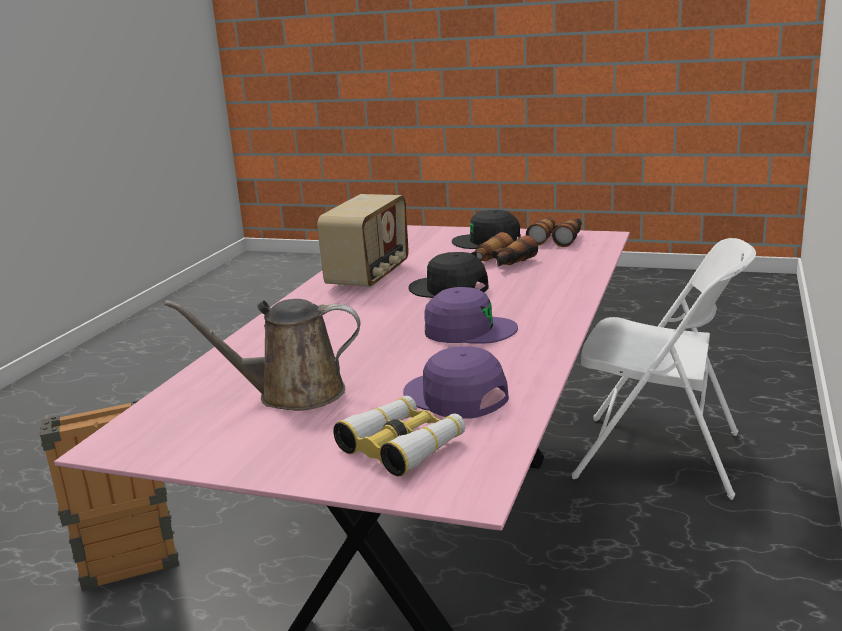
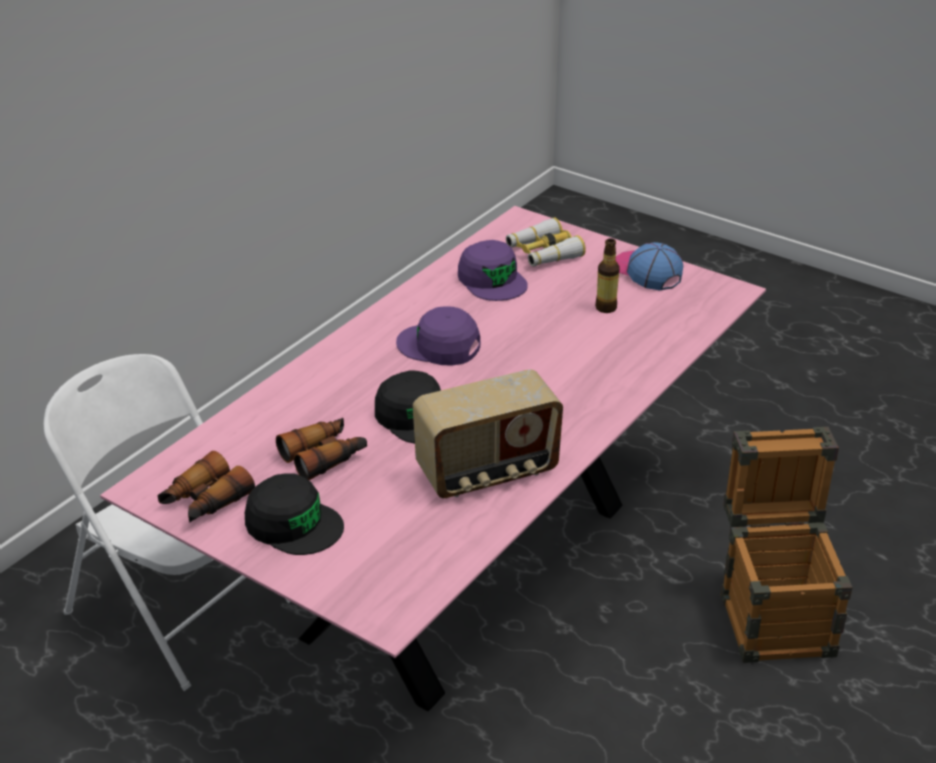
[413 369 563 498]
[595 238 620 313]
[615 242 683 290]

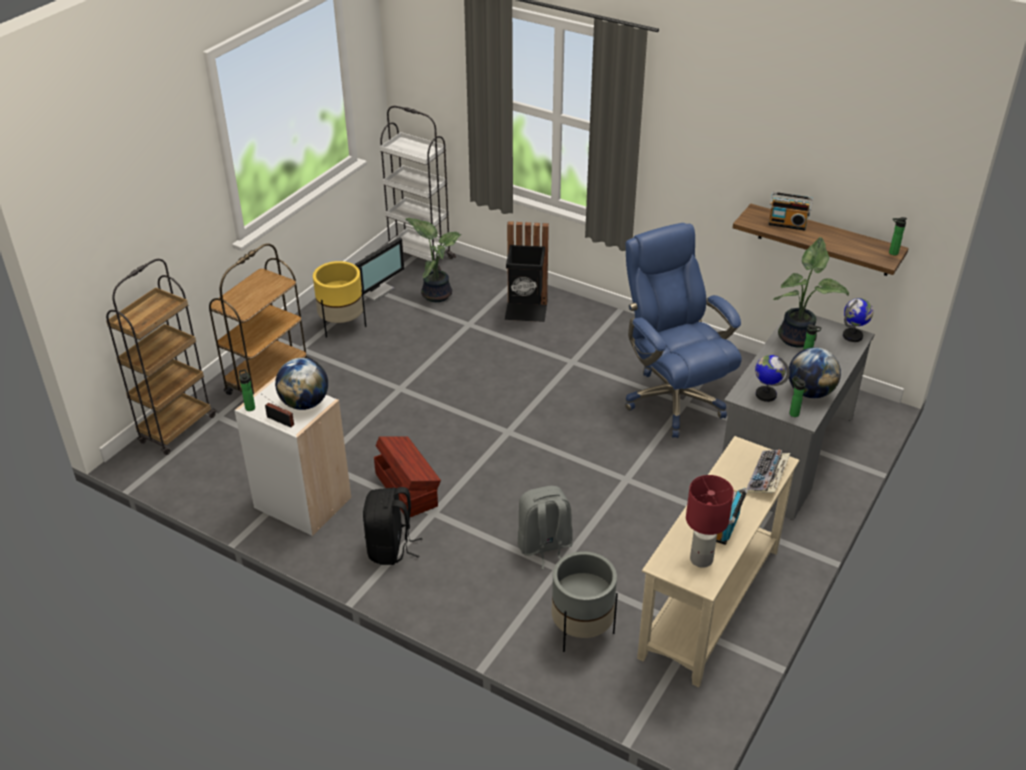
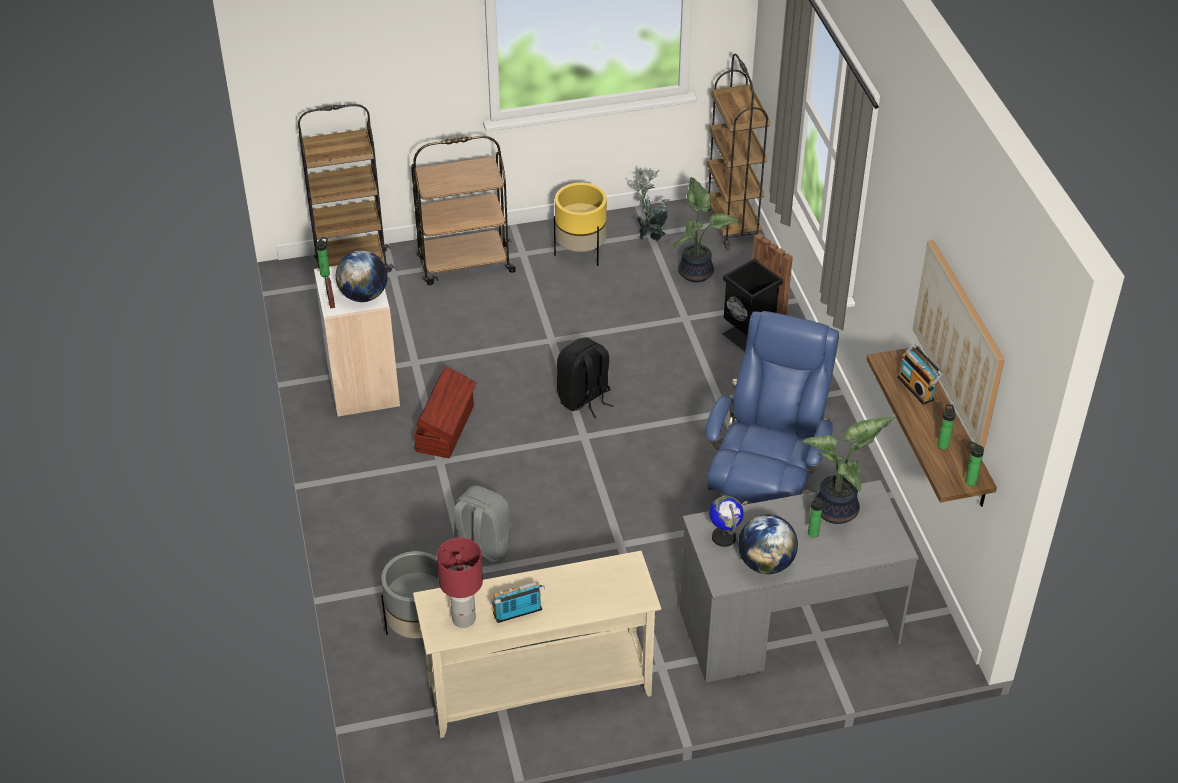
[557 338 614 418]
[630 168 670 241]
[707 54 770 250]
[913 240 1005 448]
[938 404 956 450]
[747 450 790 493] (first image)
[843 298 873 342] (first image)

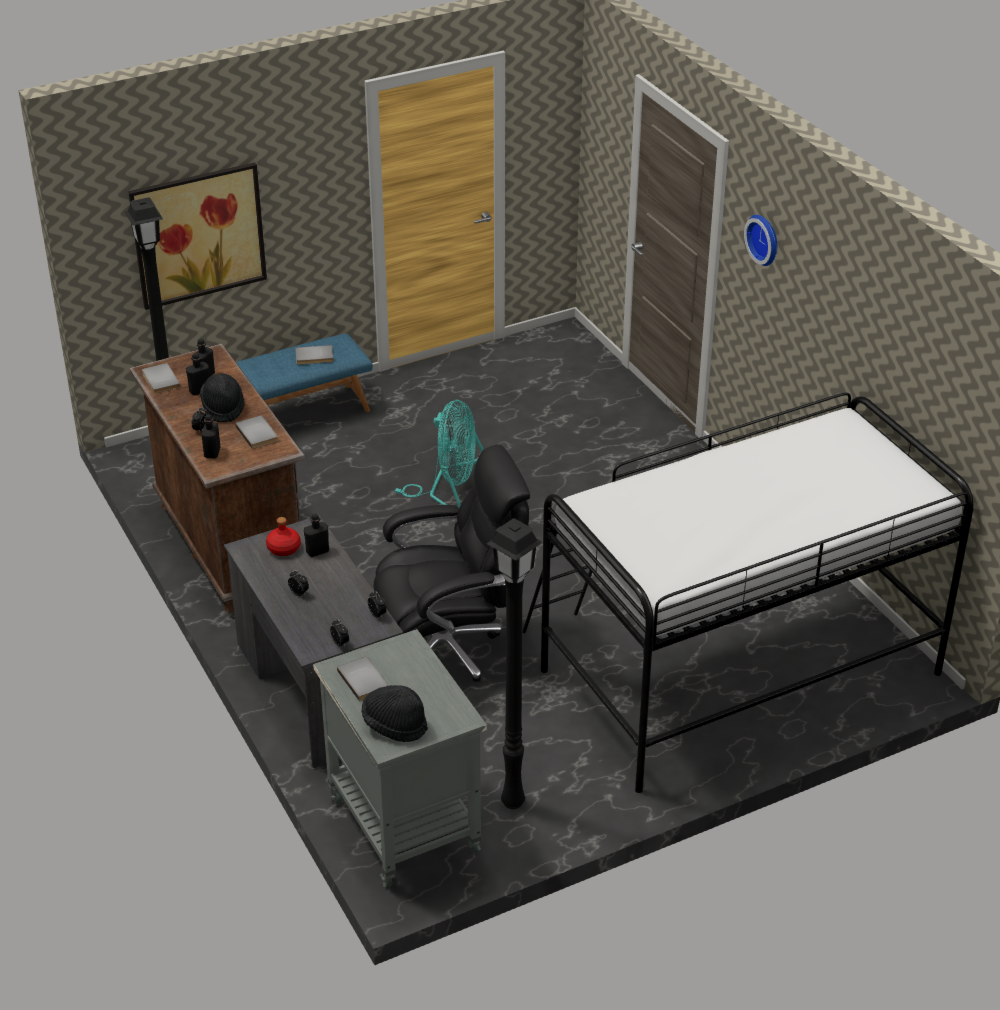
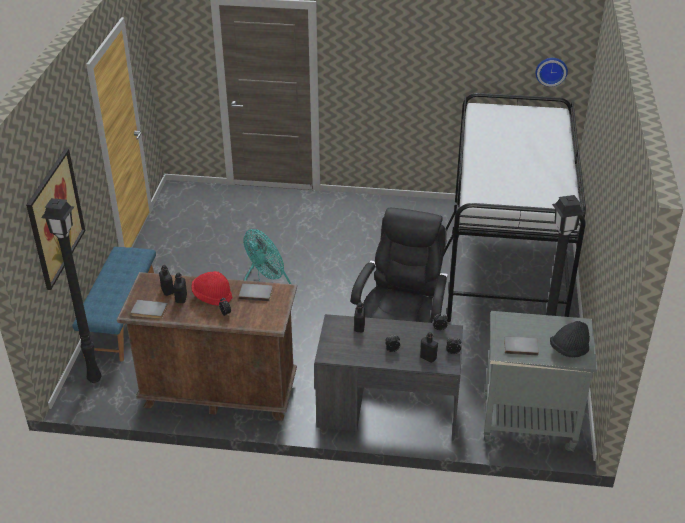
[191 271 232 306]
[420 332 438 363]
[536 58 568 87]
[266 517 301 556] (first image)
[295 345 334 364] (first image)

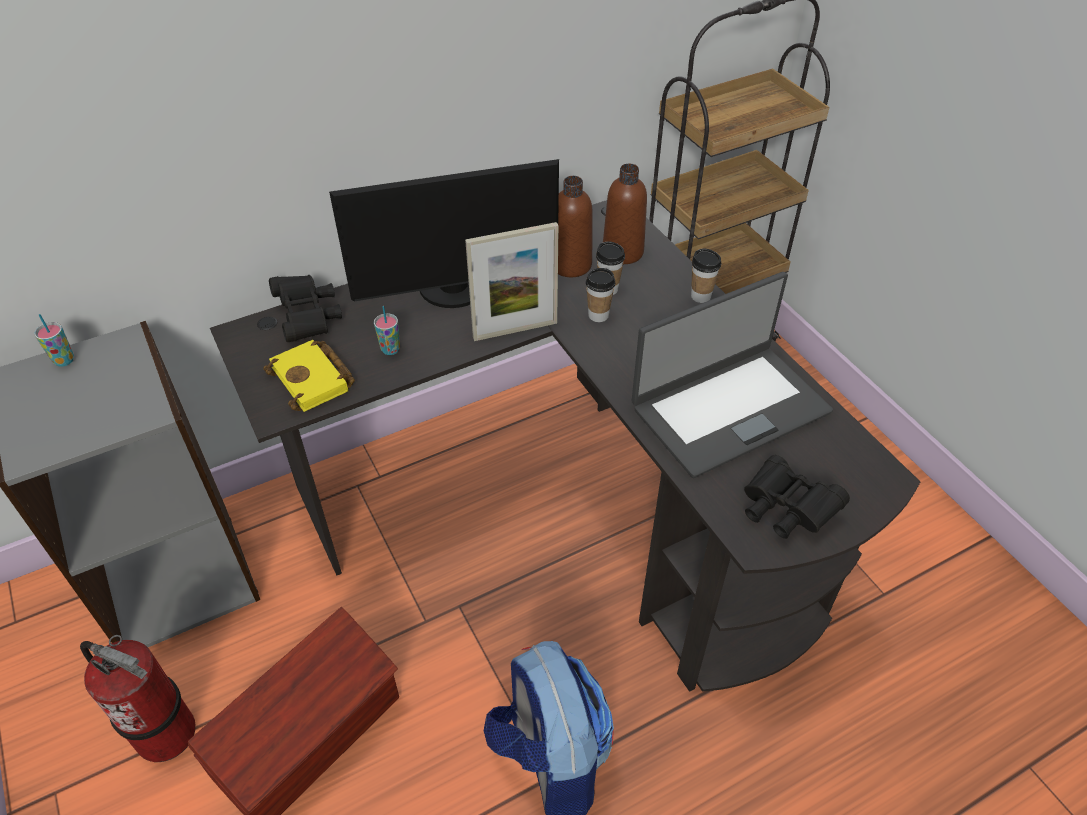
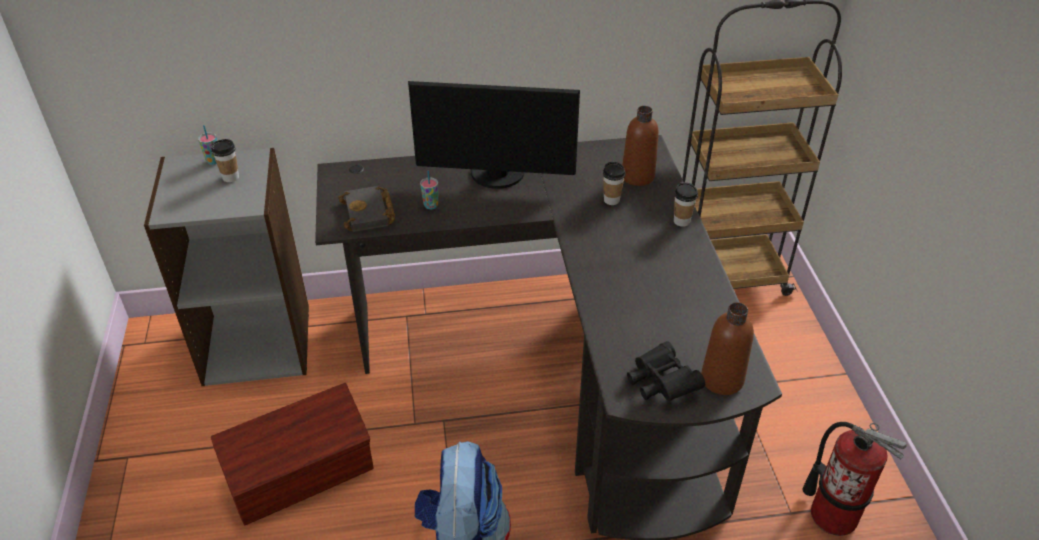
[211 139 239 182]
[338 186 395 232]
[701 302 754 395]
[802 422 907 536]
[269 275 342 342] (first image)
[465 222 559 341] (first image)
[632 272 833 478] (first image)

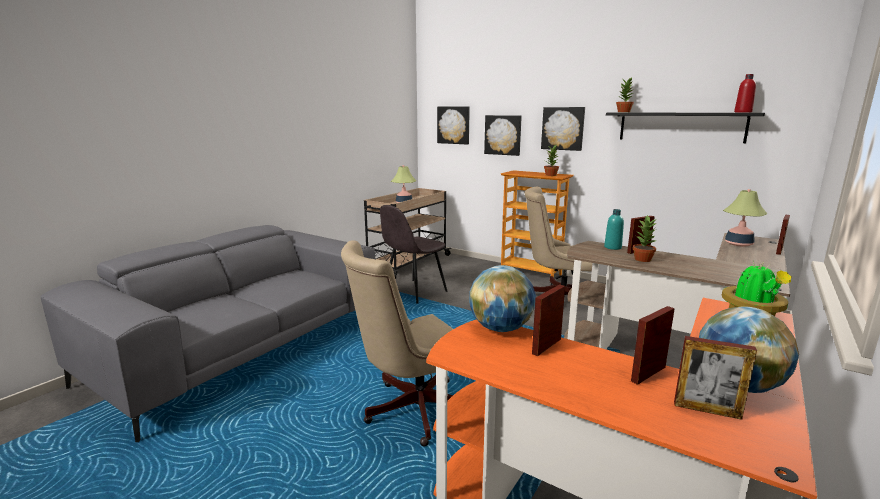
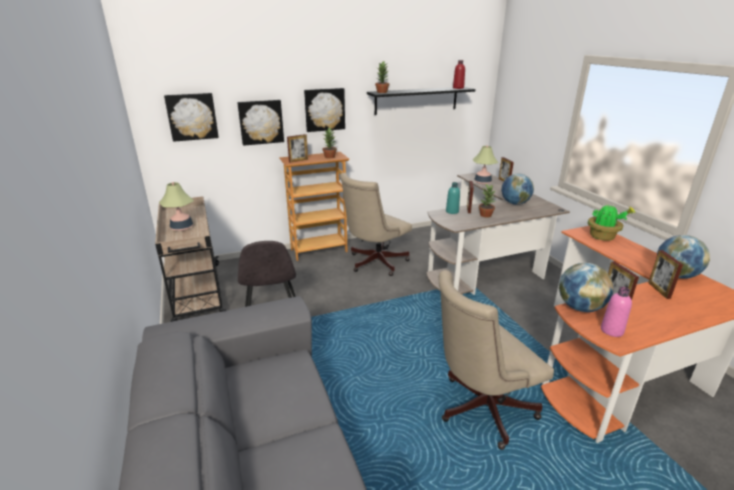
[287 134 308 163]
[438 270 554 450]
[501 174 534 205]
[601 287 632 337]

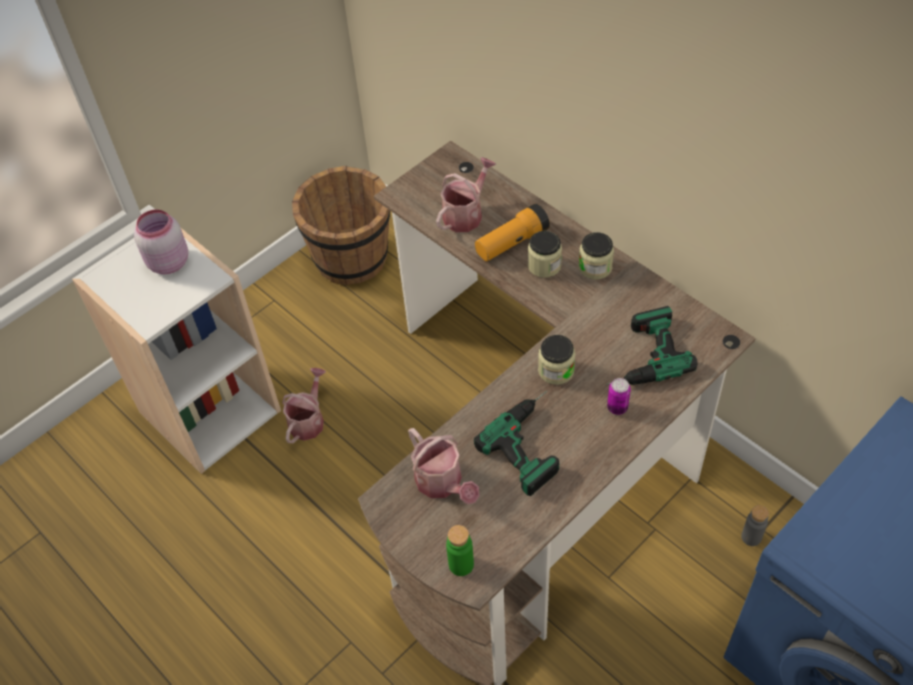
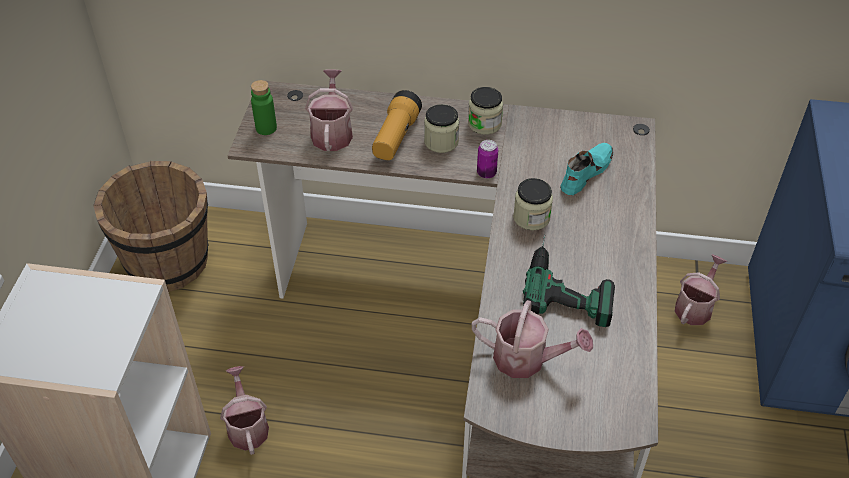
[251 80 277 135]
[477 140 498 179]
[560 143 613 195]
[675 254 727 325]
[134 209 188 274] (first image)

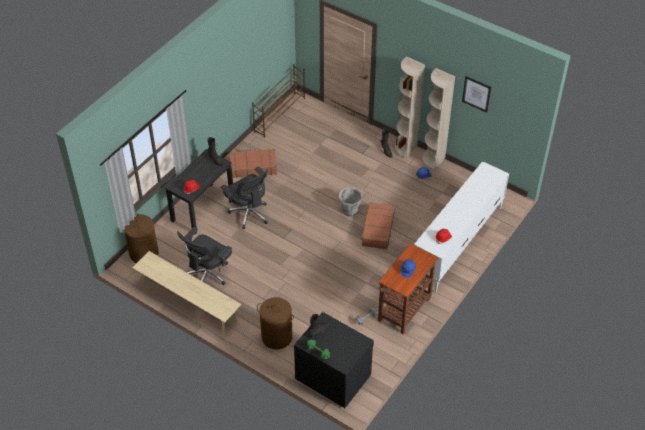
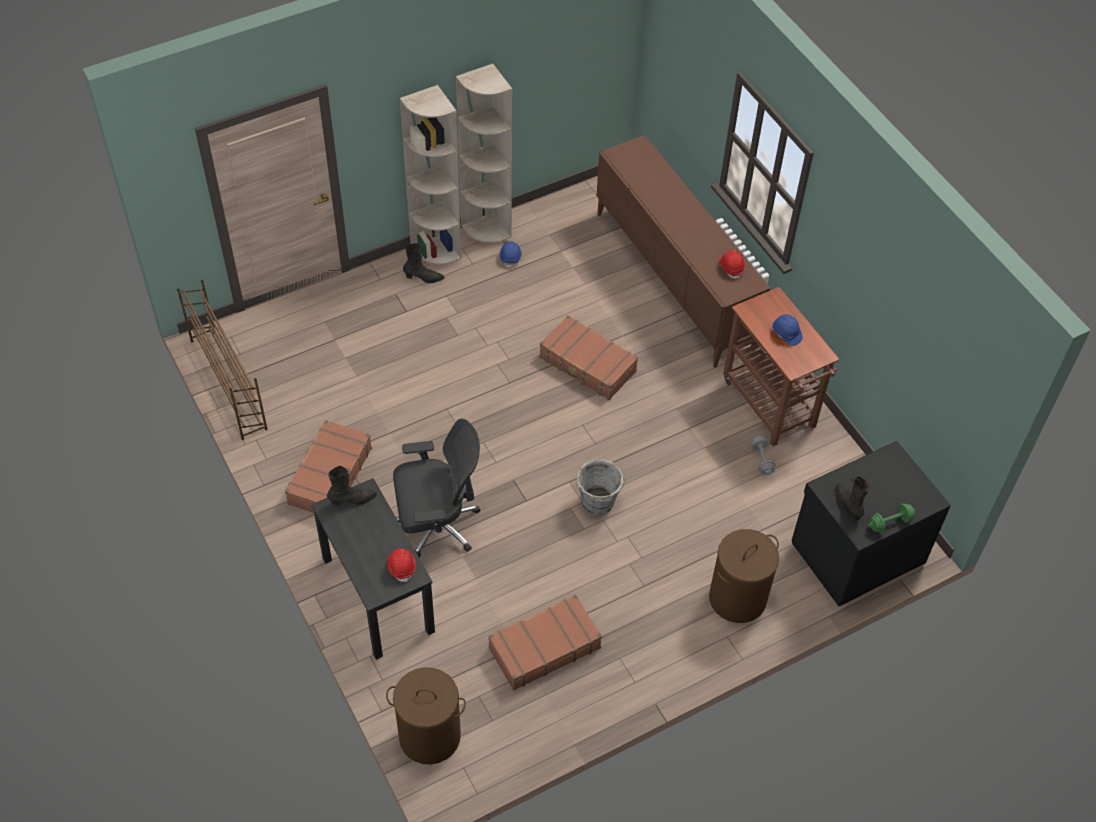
[489 594 602 690]
[576 459 625 516]
[596 135 771 368]
[132 251 241 335] (first image)
[462 76 491 113] (first image)

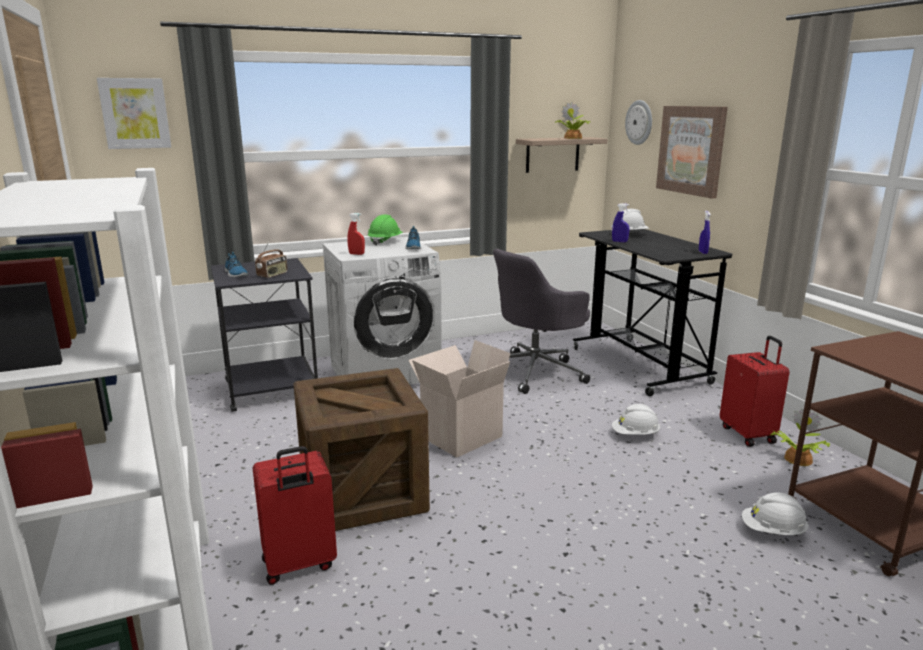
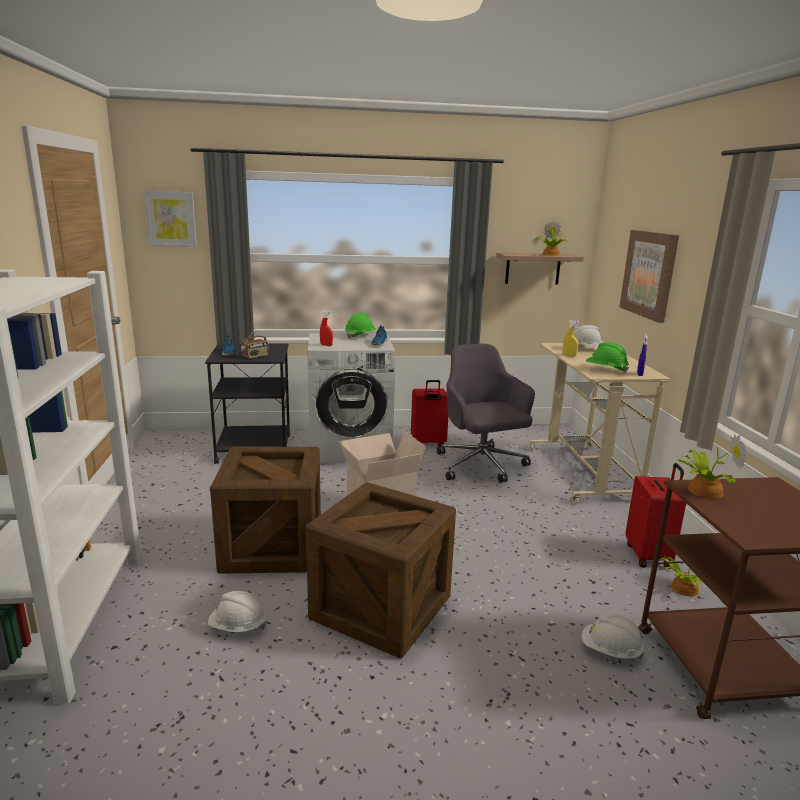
[208 591 268 632]
[306 482 456 659]
[411 380 449 447]
[437 343 535 483]
[530 343 670 504]
[563 320 579 357]
[586 342 629 373]
[678 434 747 499]
[625 100 652 145] (first image)

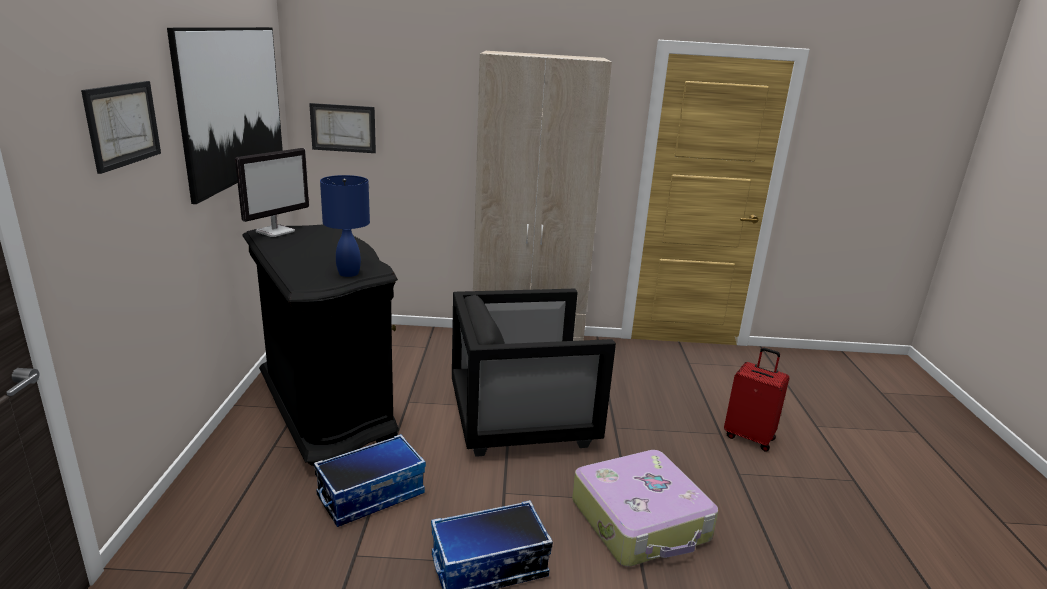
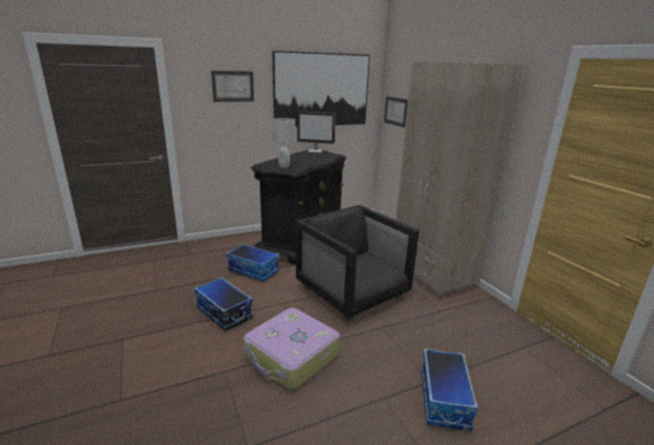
[272 118 295 168]
[421 349 478 431]

